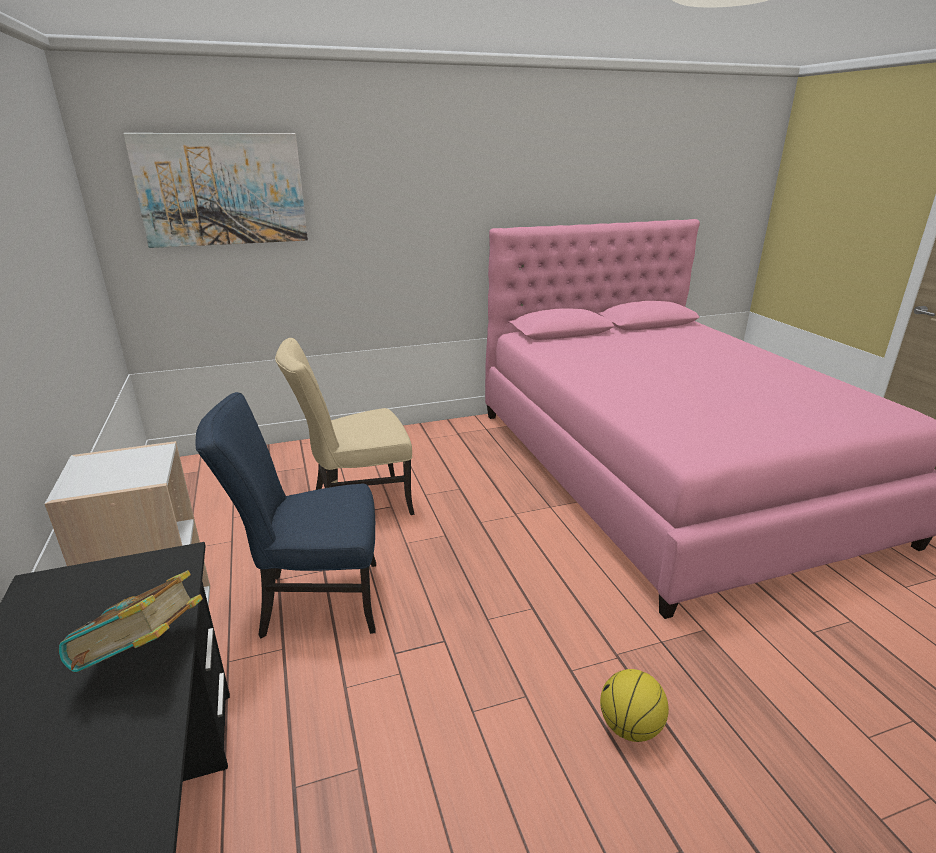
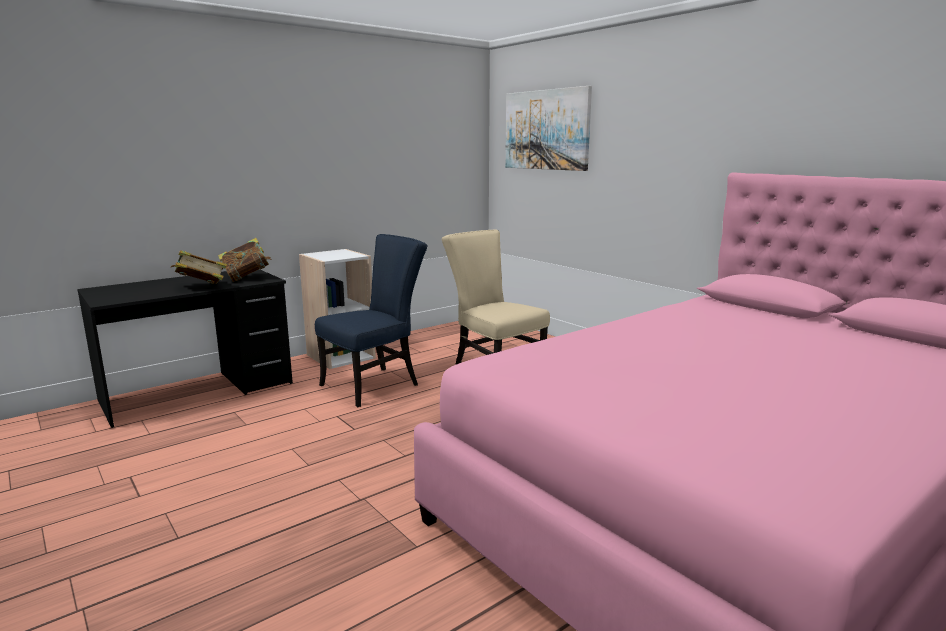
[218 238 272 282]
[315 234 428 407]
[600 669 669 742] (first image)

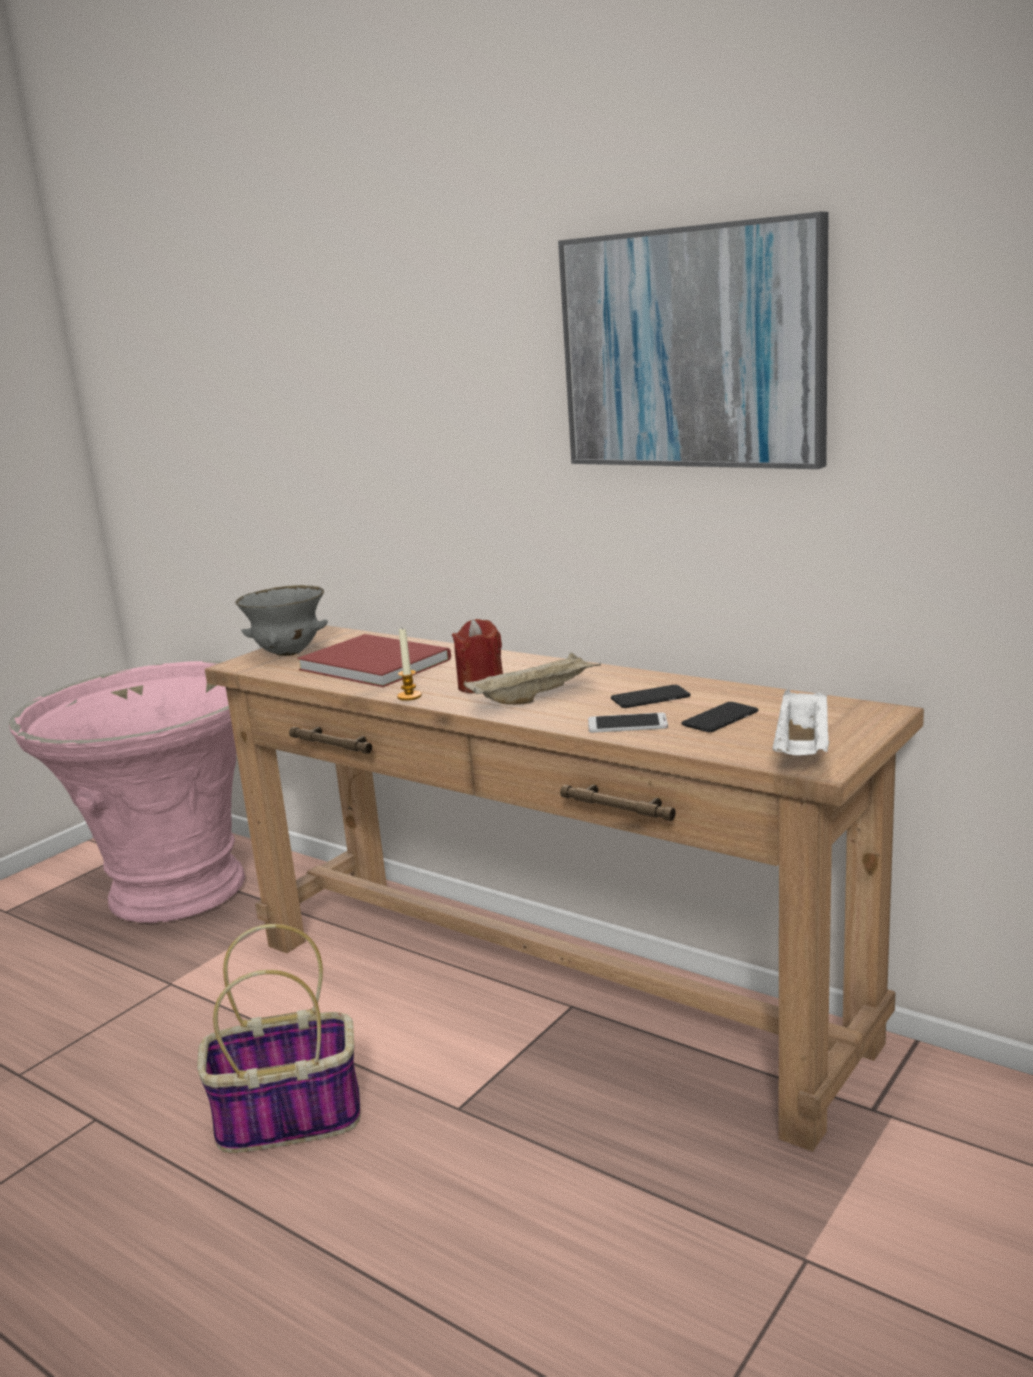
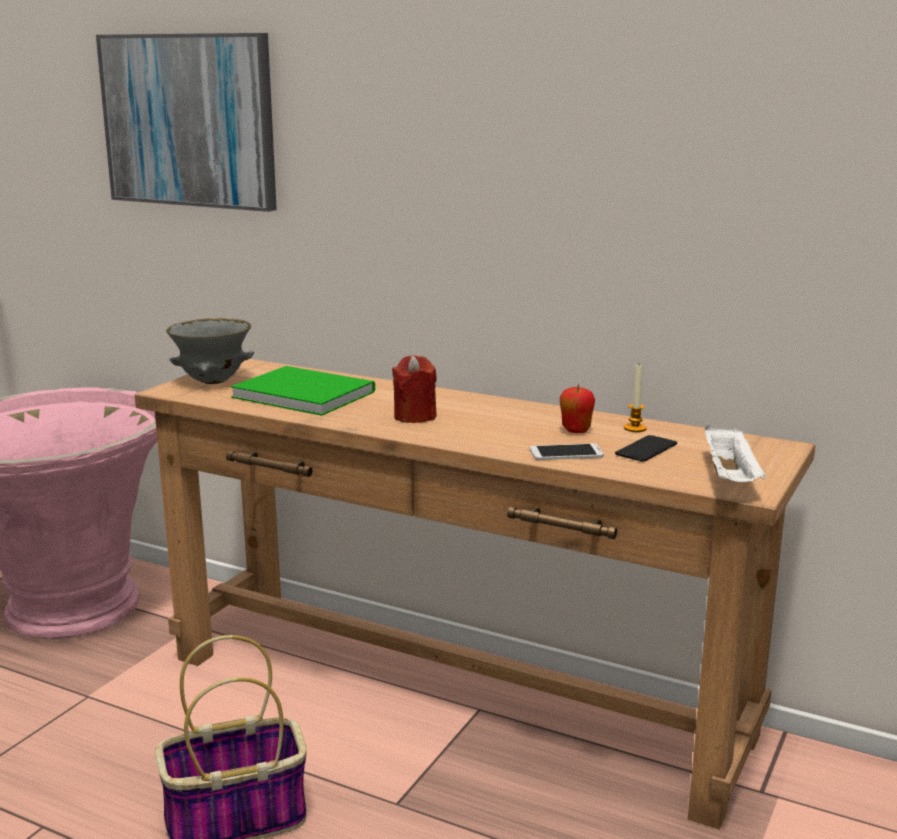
[96 33 277 212]
[231 366 375 416]
[560 385 595 433]
[624 365 647 432]
[463 652 601 705] (first image)

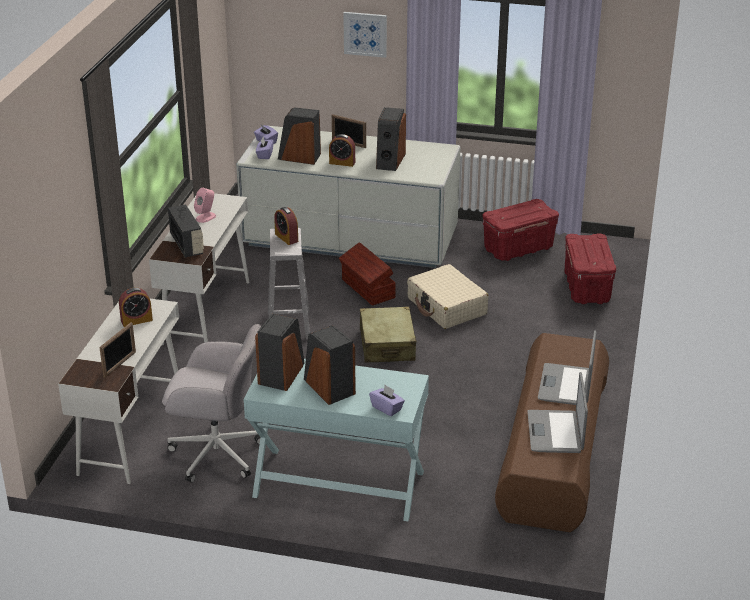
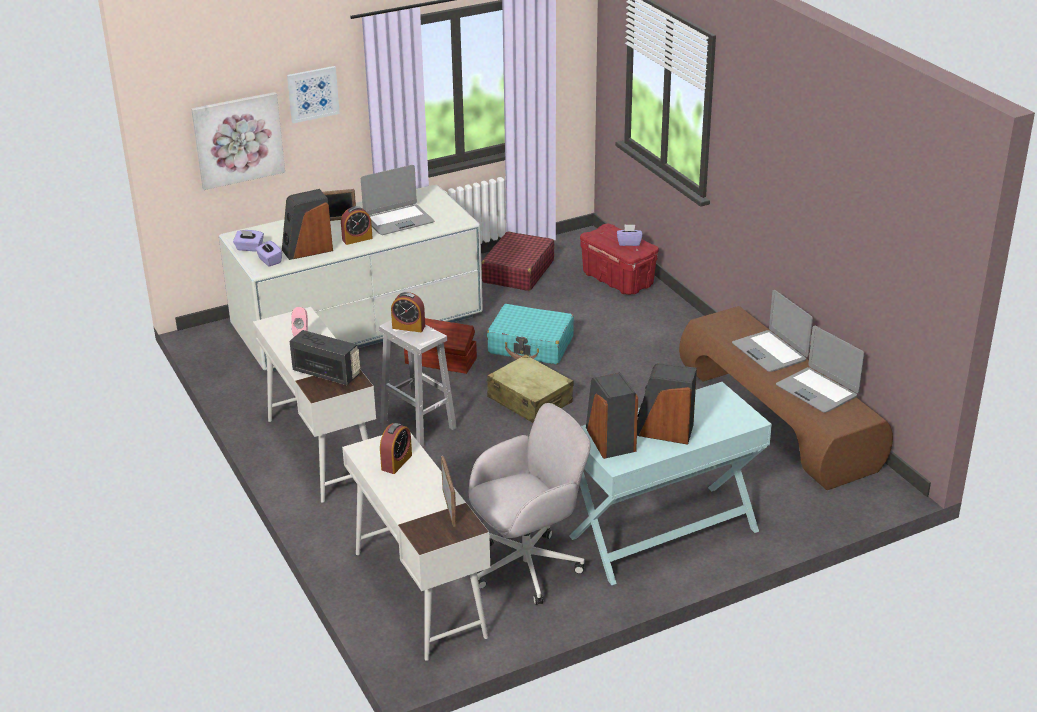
[191 92 285 190]
[361 165 434 235]
[481 232 554 291]
[487 304 574 364]
[617 224 643 246]

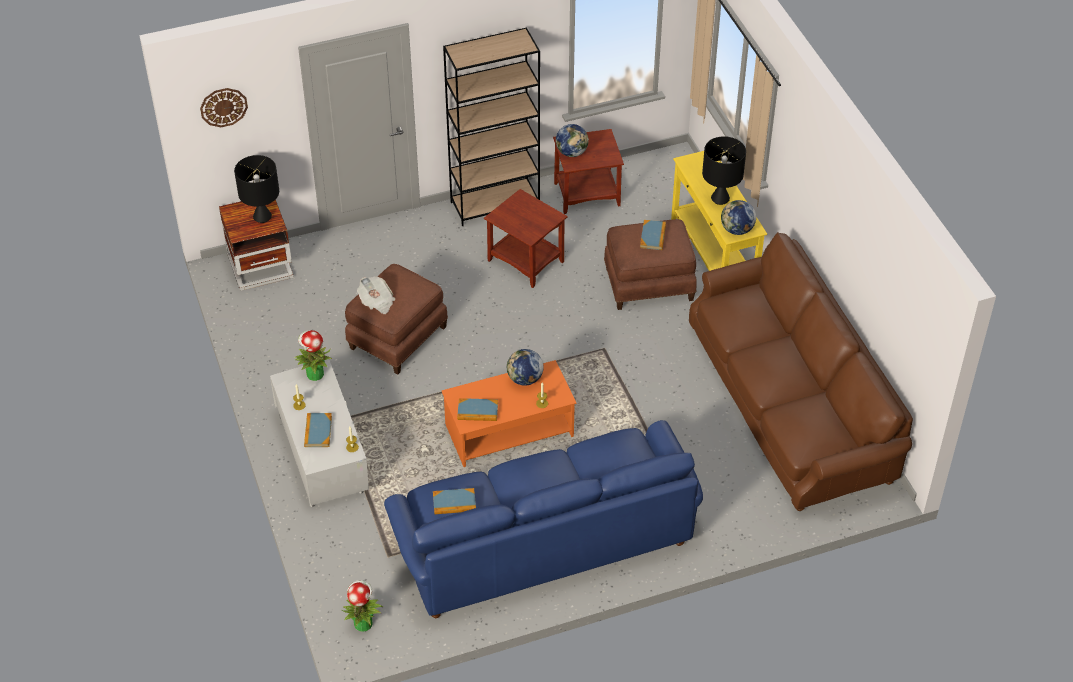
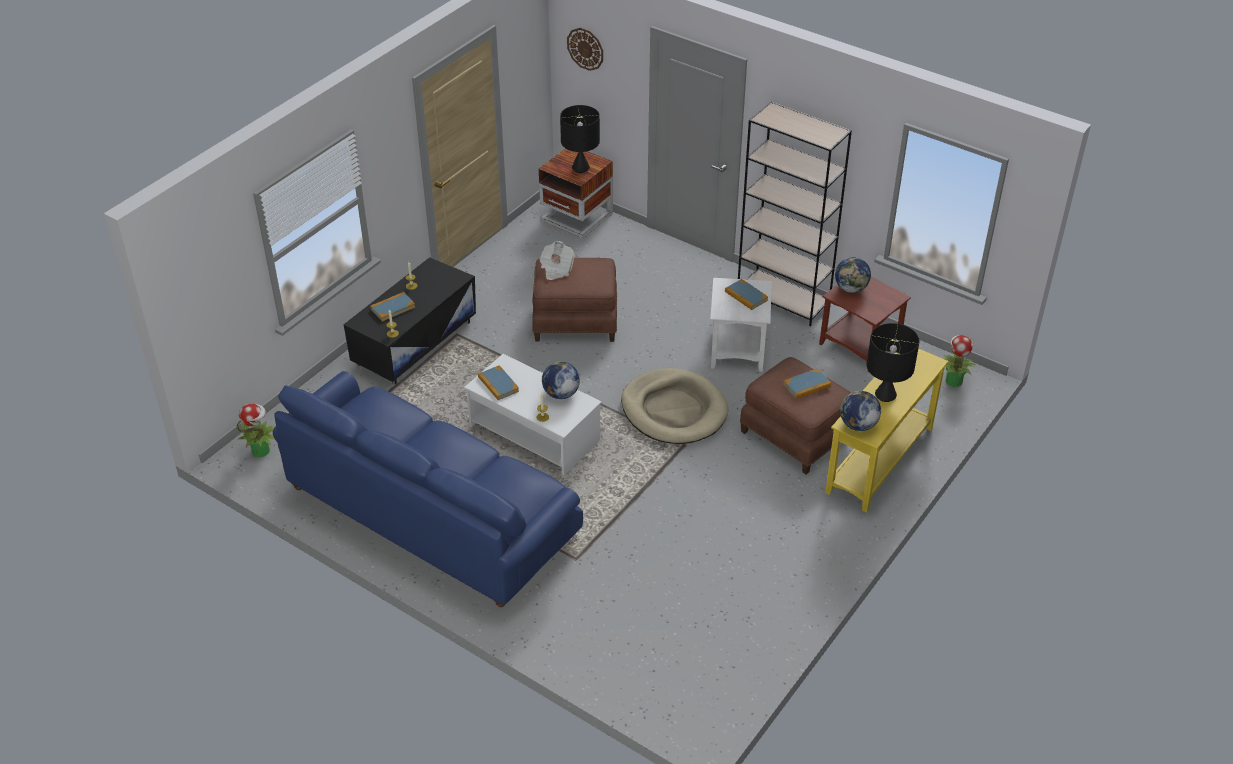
[343 257 476 385]
[464 354 602 475]
[621 368 728 444]
[710 278 772 372]
[725 279 768 310]
[943 335 976 387]
[689 232 913 511] (first image)

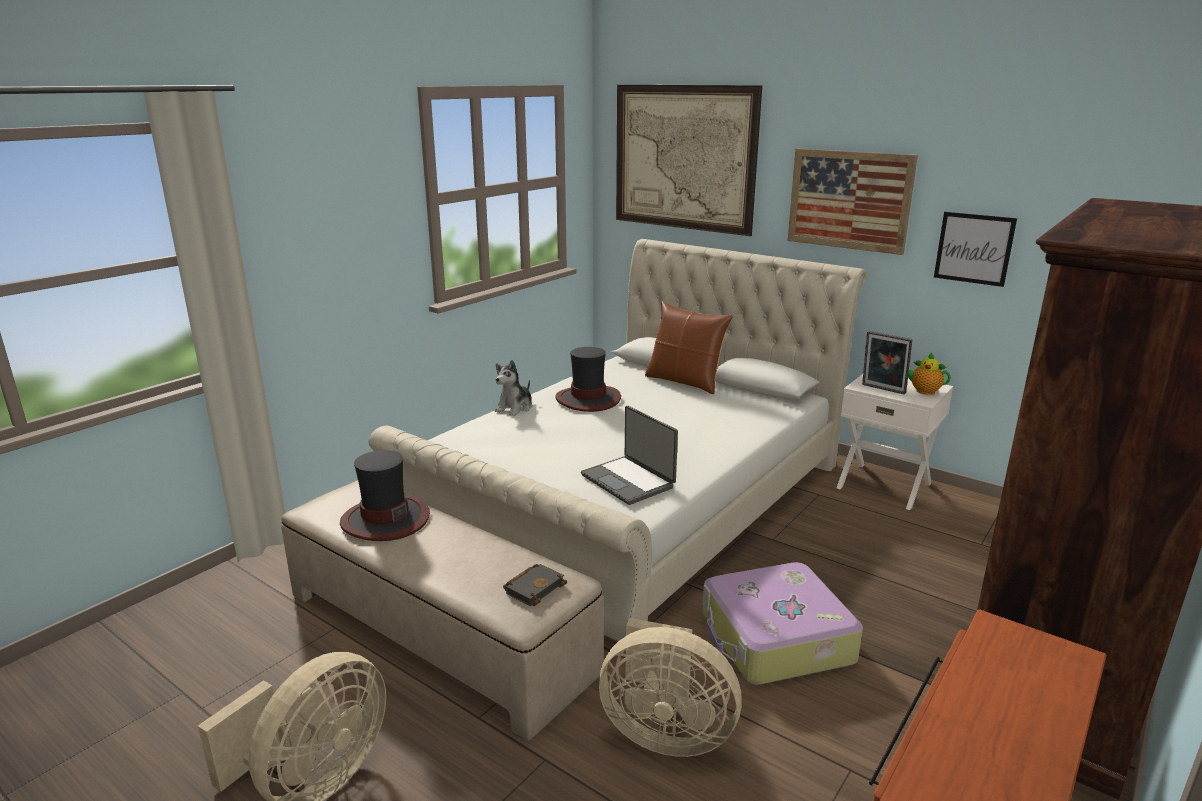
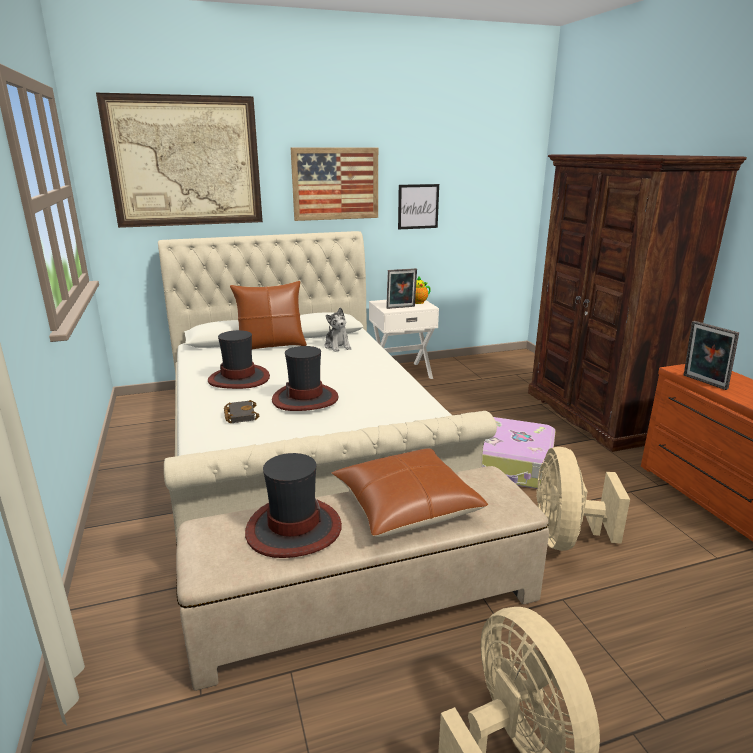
[224 400 259 423]
[272 346 339 411]
[324 307 352 352]
[332 448 488 537]
[536 447 630 551]
[684 321 739 390]
[581 406 678 505] (first image)

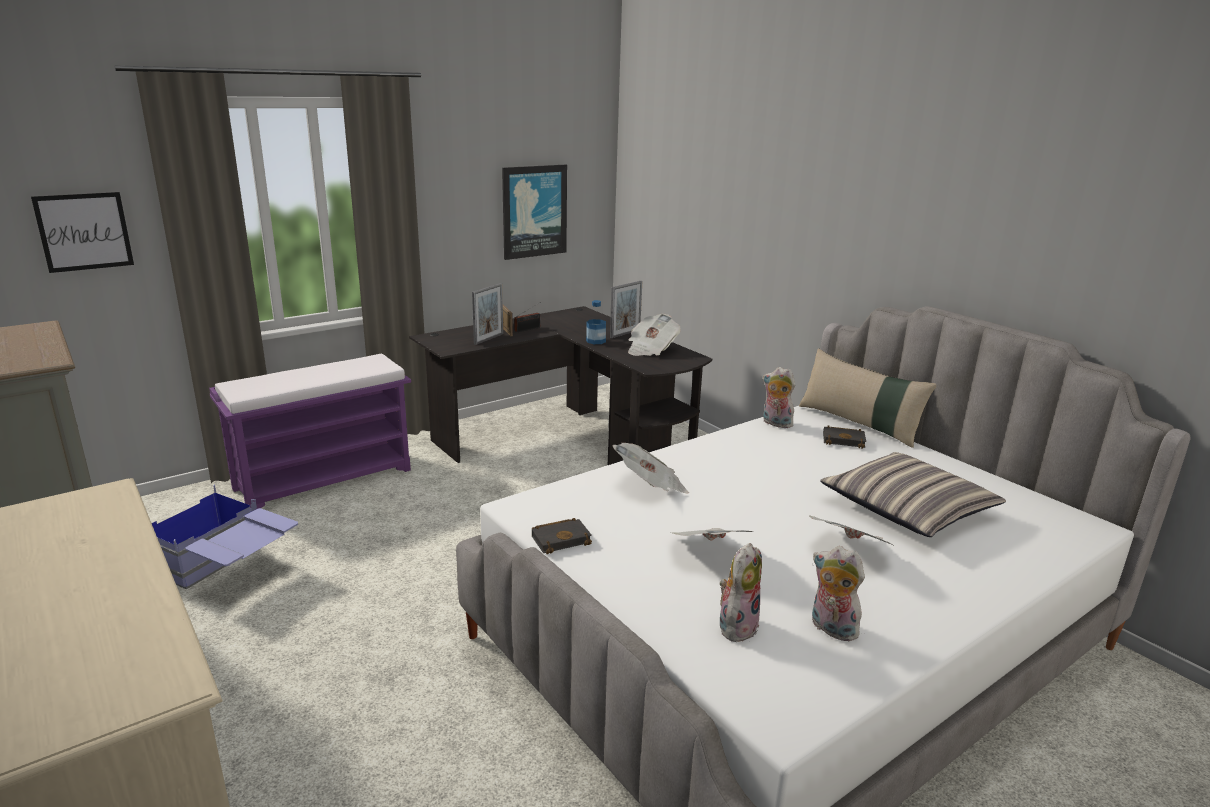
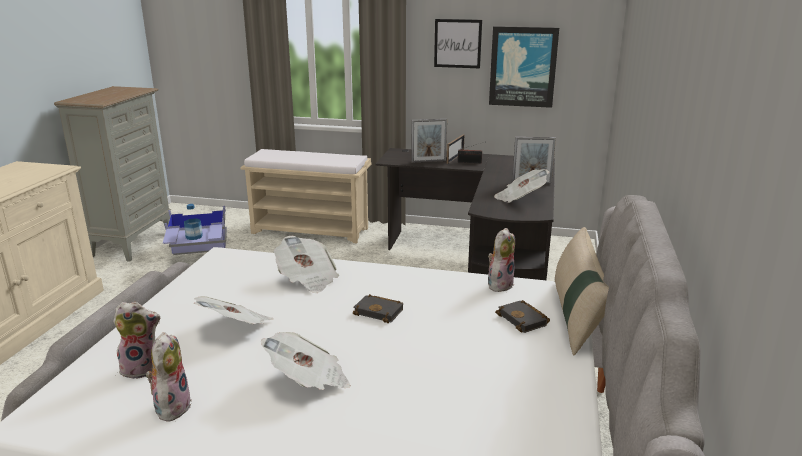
[184 204 203 240]
[240 149 371 244]
[353 294 403 323]
[434 19 482 68]
[488 228 515 292]
[820 452 1006 537] (first image)

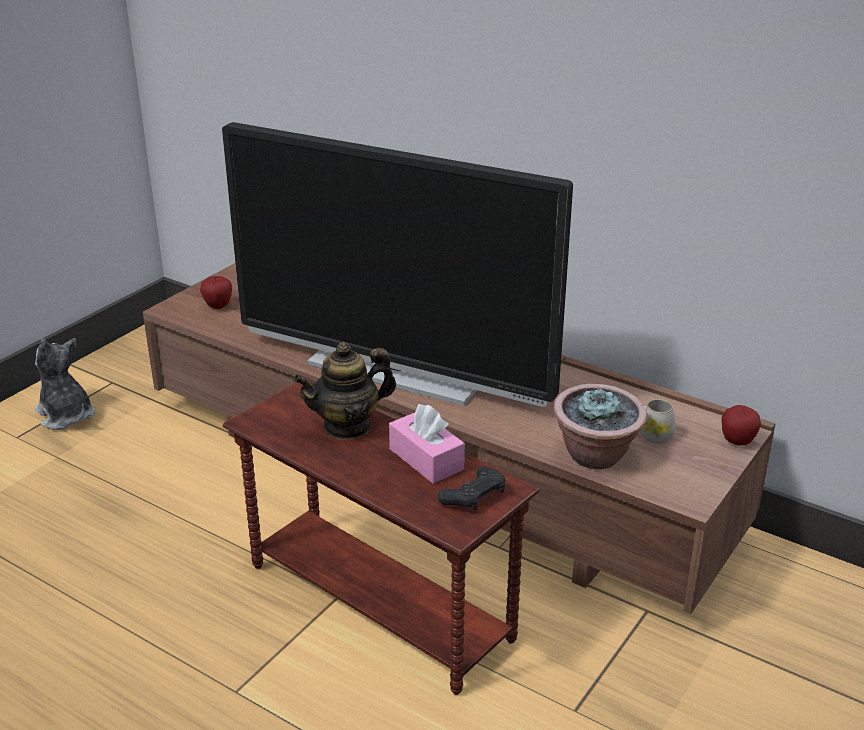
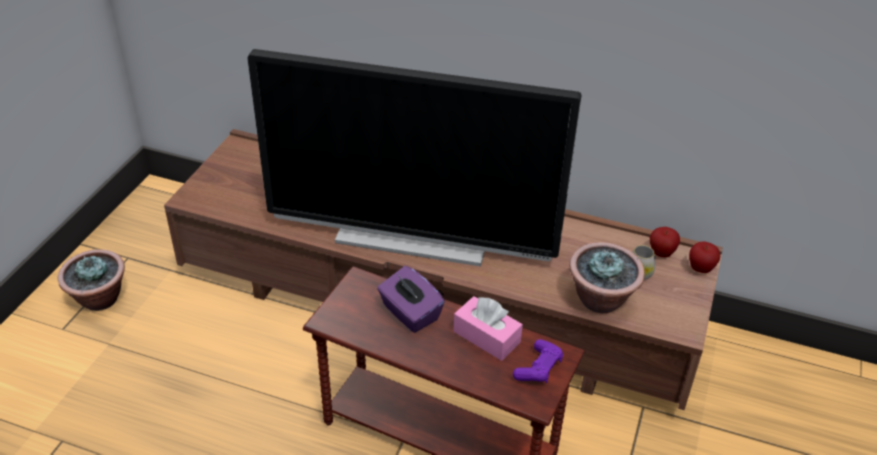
[58 249 125 311]
[377 266 445 333]
[513 339 563 383]
[650 227 680 257]

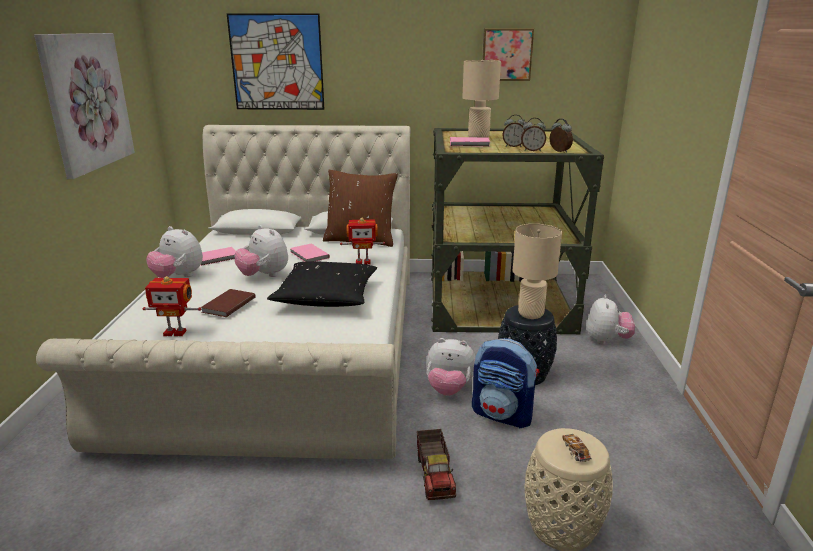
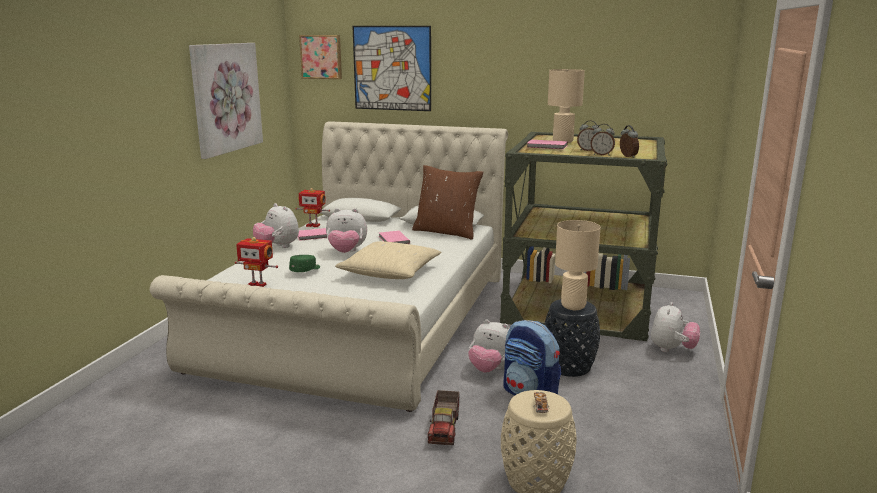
[289 255 320 272]
[295 188 330 227]
[299 35 342 79]
[326 208 367 253]
[335 241 442 279]

